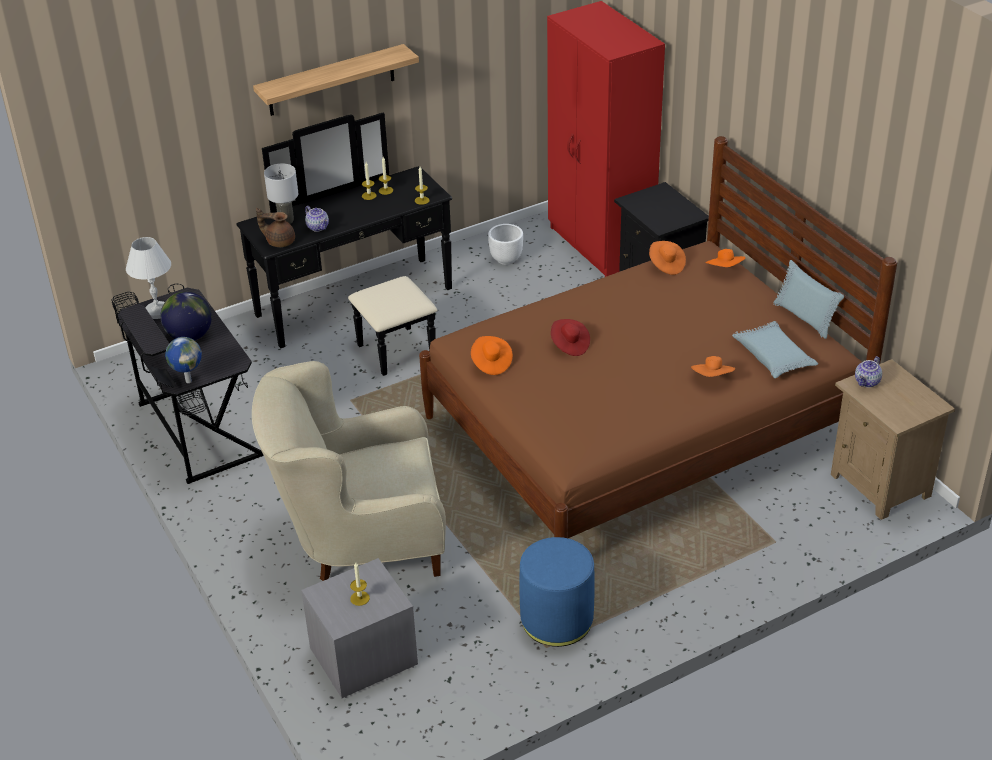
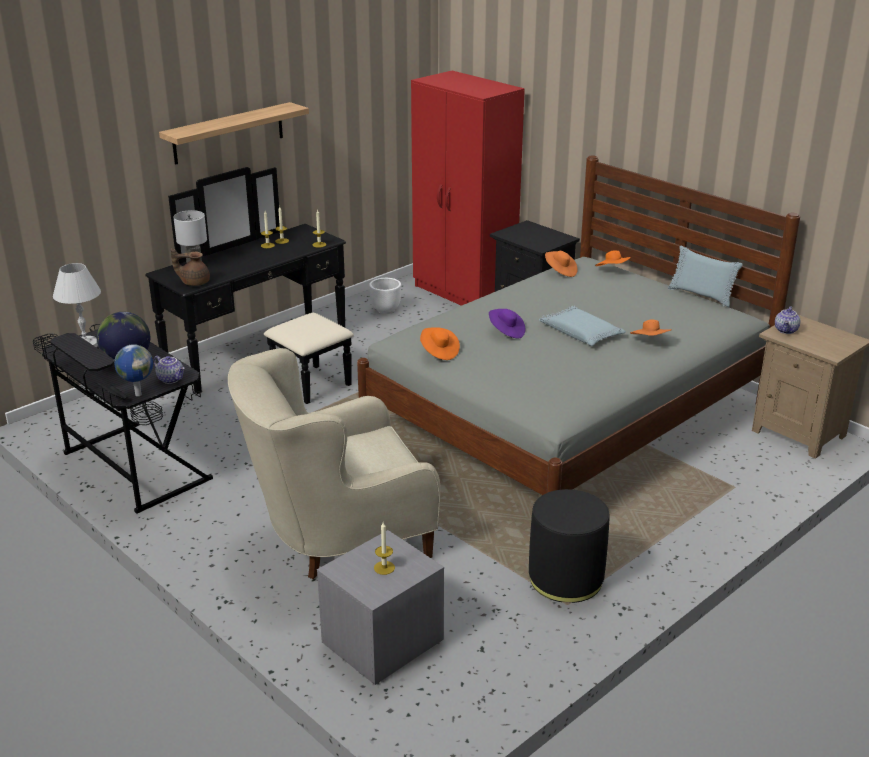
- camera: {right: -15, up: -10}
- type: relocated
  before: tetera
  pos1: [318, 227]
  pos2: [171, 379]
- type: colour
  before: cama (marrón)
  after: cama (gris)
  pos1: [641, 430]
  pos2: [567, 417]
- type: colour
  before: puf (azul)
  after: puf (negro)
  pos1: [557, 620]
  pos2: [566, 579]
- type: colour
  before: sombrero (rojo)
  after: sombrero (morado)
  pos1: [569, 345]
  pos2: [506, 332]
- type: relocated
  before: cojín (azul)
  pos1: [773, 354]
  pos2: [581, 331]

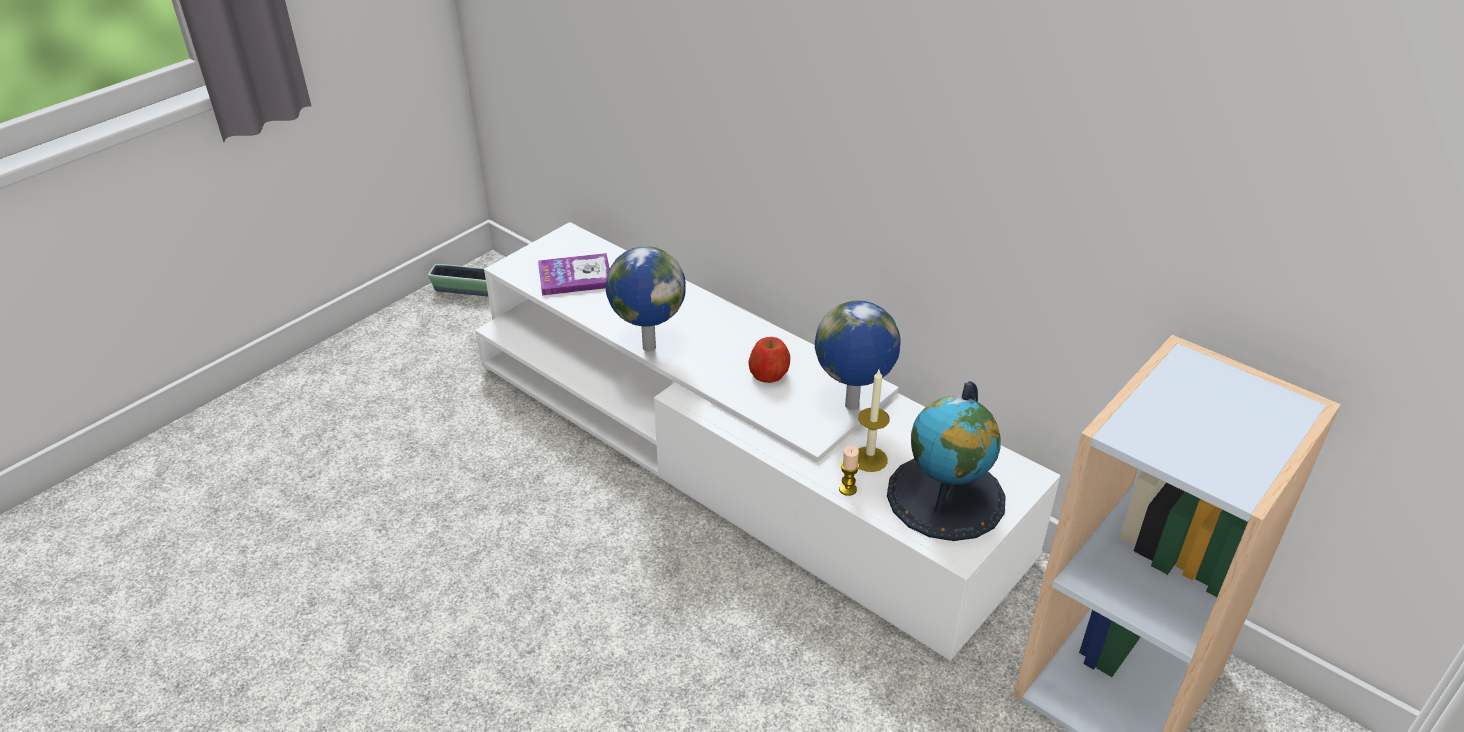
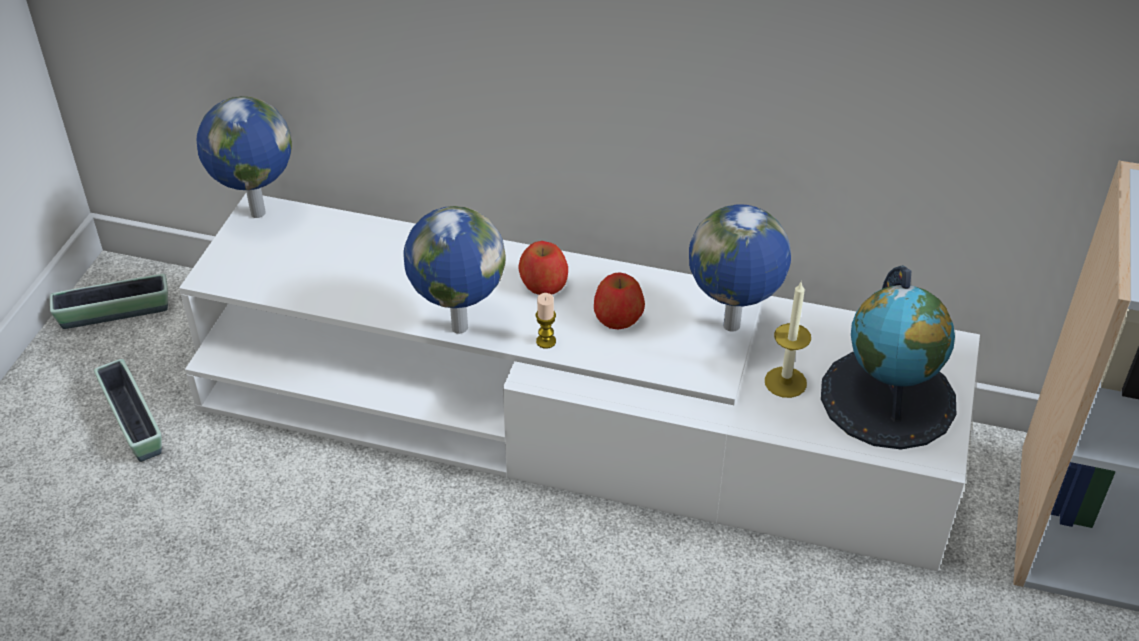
- camera: {right: -25, up: 5}
- type: missing
  before: libro
  pos1: [575, 276]
- type: relocated
  before: vela
  pos1: [847, 489]
  pos2: [546, 341]
- type: appeared
  after: maceta
  pos2: [133, 422]
- type: appeared
  after: globo terráqueo
  pos2: [256, 213]
- type: appeared
  after: manzana
  pos2: [543, 284]

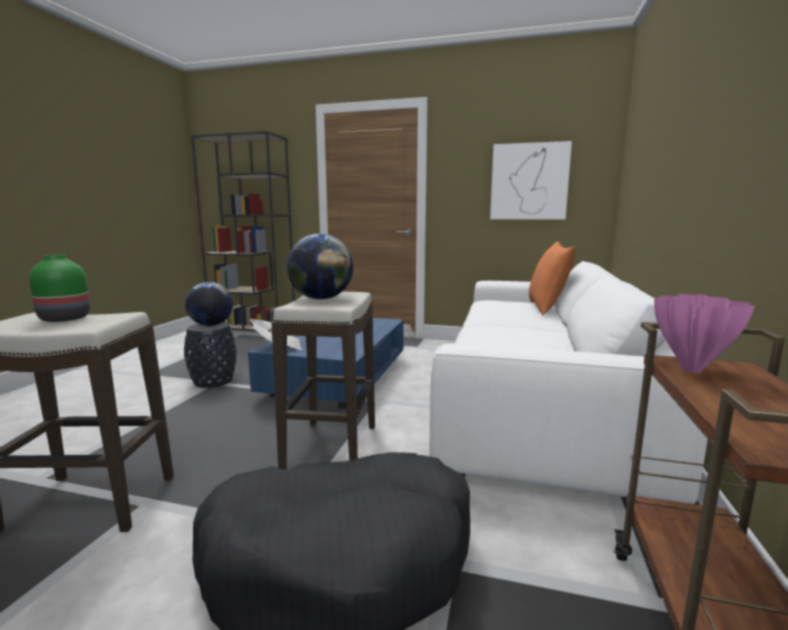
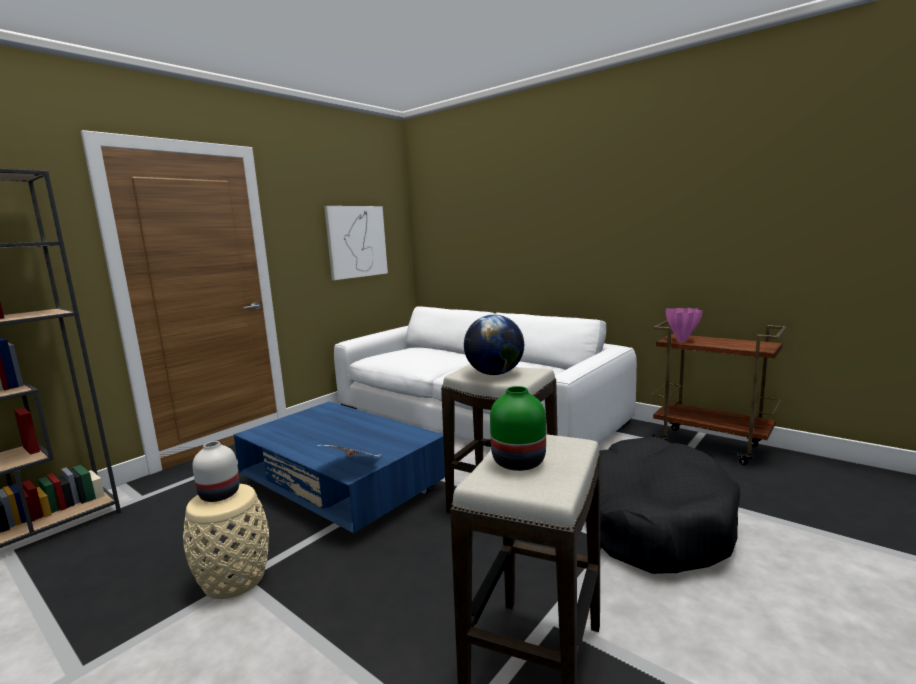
- camera: {right: -65, up: 0}
- type: colour
  before: taburete (negro)
  after: taburete (beis)
  pos1: [213, 381]
  pos2: [234, 579]
- type: exchanged
  before: globo terráqueo
  after: florero (blanco)
  pos1: [211, 325]
  pos2: [220, 495]
- type: missing
  before: cojín (naranja)
  pos1: [547, 308]

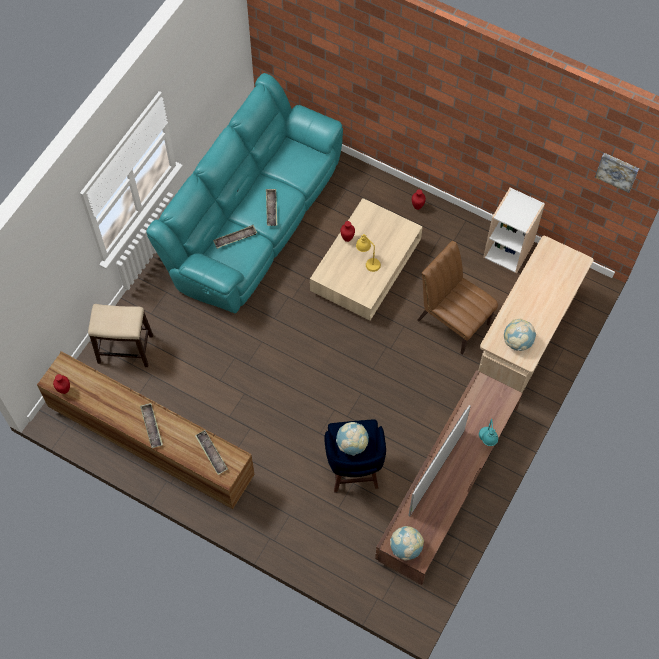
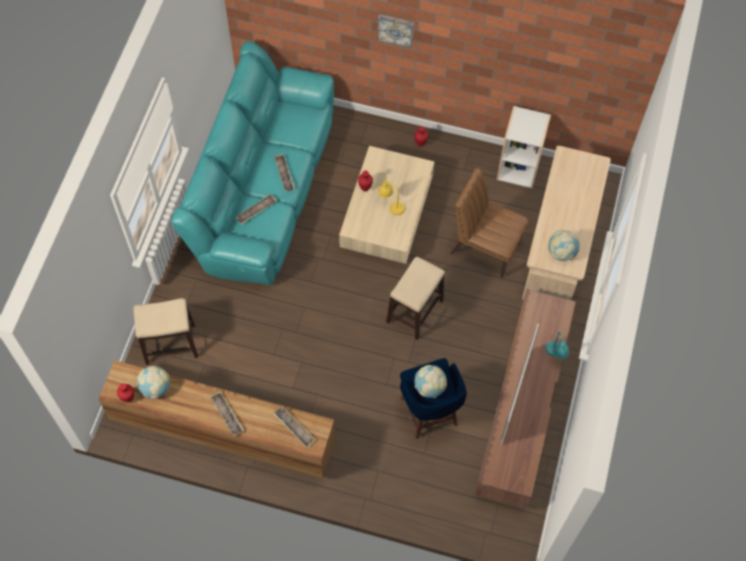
- camera: {right: -15, up: 0}
- type: relocated
  before: globo terráqueo
  pos1: [406, 548]
  pos2: [156, 388]
- type: relocated
  before: cuadro
  pos1: [617, 171]
  pos2: [396, 29]
- type: appeared
  after: taburete
  pos2: [414, 312]

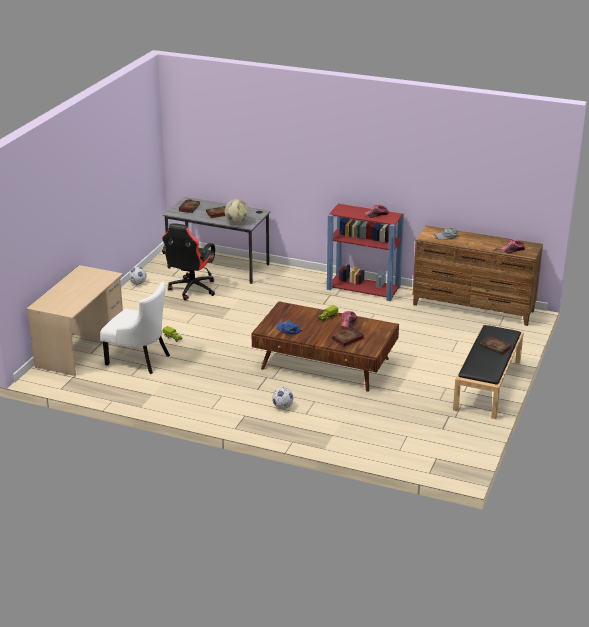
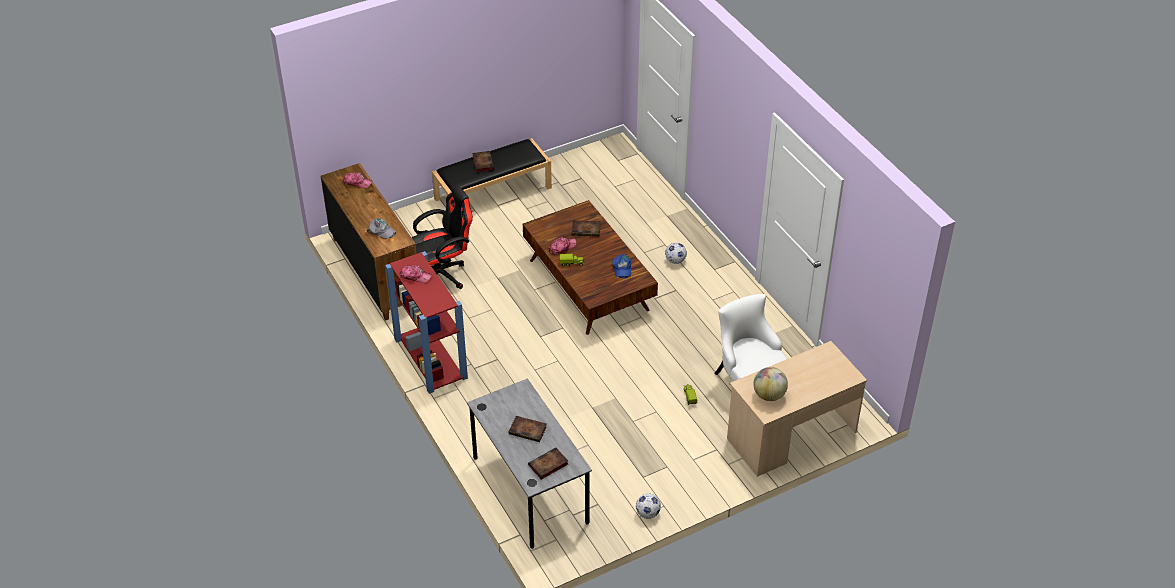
- camera: {right: -140, up: 15}
- type: relocated
  before: silla de oficina (negro)
  pos1: [191, 291]
  pos2: [443, 275]
- type: relocated
  before: globo terráqueo
  pos1: [237, 222]
  pos2: [769, 395]

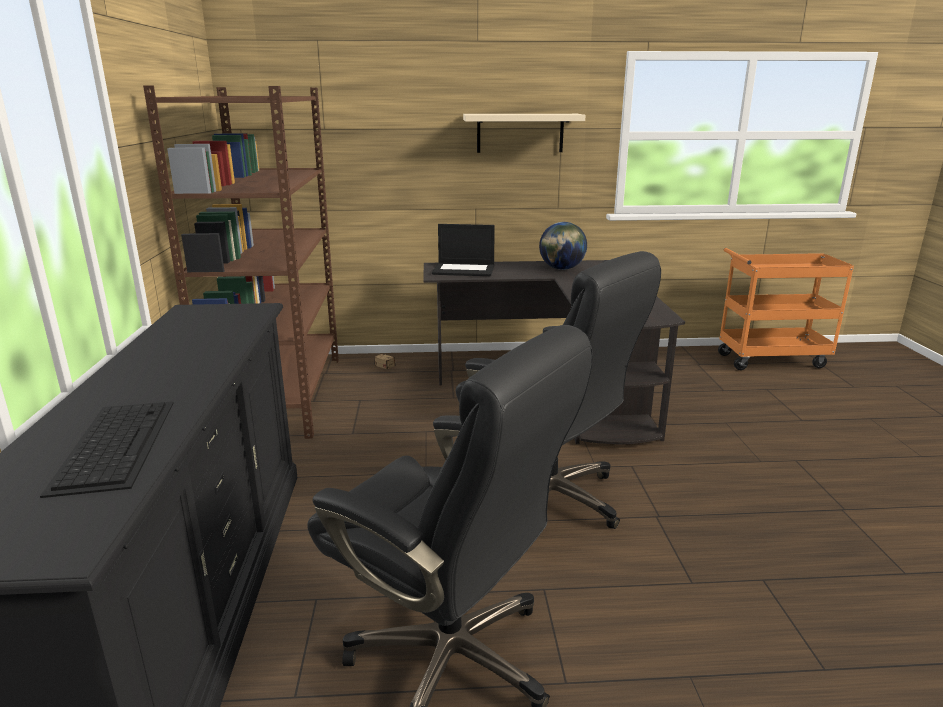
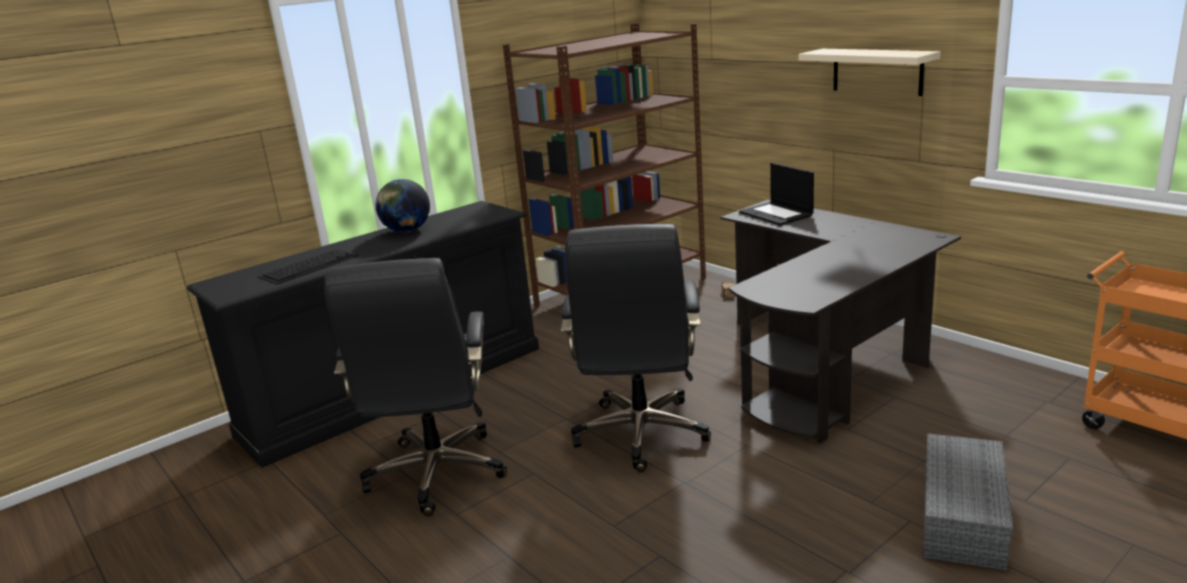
- camera: {right: 55, up: 0}
- type: relocated
  before: globo terráqueo
  pos1: [561, 269]
  pos2: [406, 231]
- type: appeared
  after: caja de almacenaje (gris)
  pos2: [960, 515]

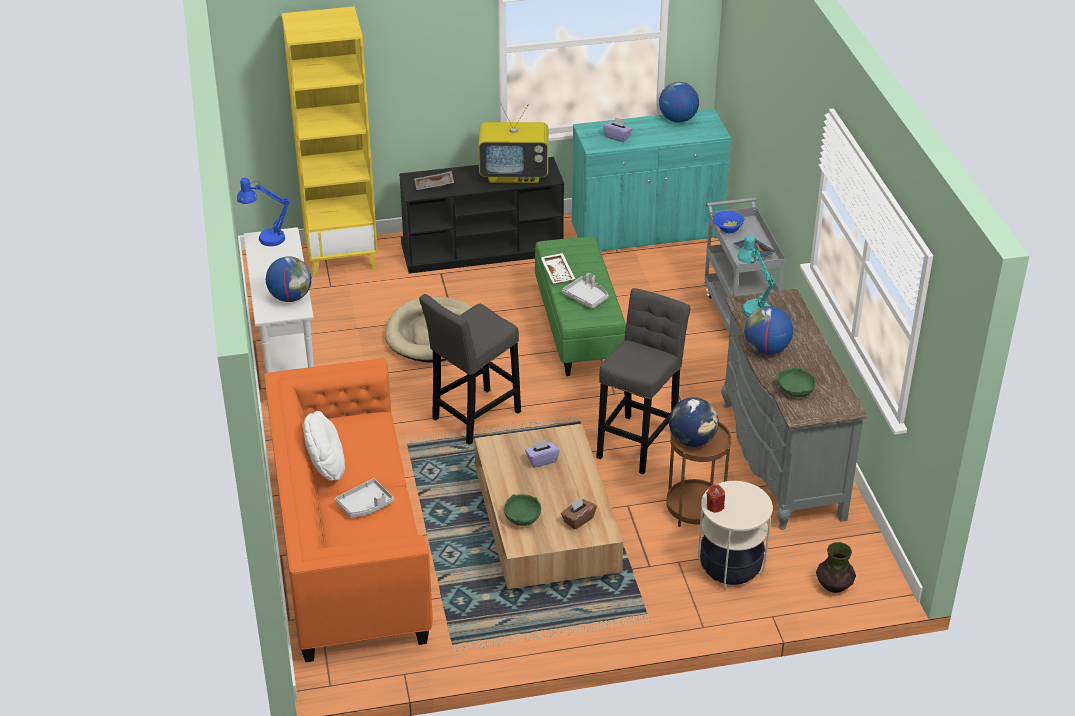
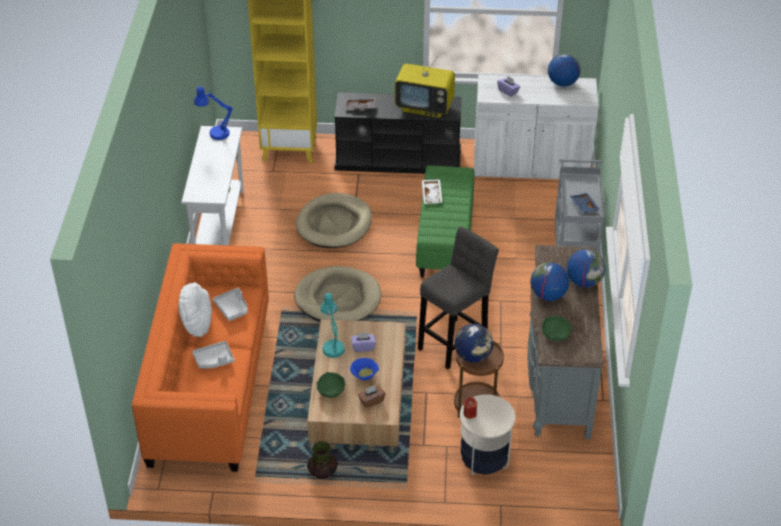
- camera: {right: 15, up: 5}
- type: relocated
  before: globo terráqueo
  pos1: [290, 297]
  pos2: [584, 281]
- type: exchanged
  before: taburete (gris)
  after: cama para perro (beis)
  pos1: [473, 418]
  pos2: [338, 298]
- type: relocated
  before: bandeja (gris)
  pos1: [586, 297]
  pos2: [232, 308]
- type: colour
  before: armario (turquesa)
  after: armario (blanco)
  pos1: [646, 231]
  pos2: [530, 166]
- type: relocated
  before: cuenco (azul)
  pos1: [728, 229]
  pos2: [364, 375]
- type: relocated
  before: lámpara de mesa (turquesa)
  pos1: [752, 307]
  pos2: [332, 346]
- type: relocated
  before: florero
  pos1: [834, 585]
  pos2: [322, 472]

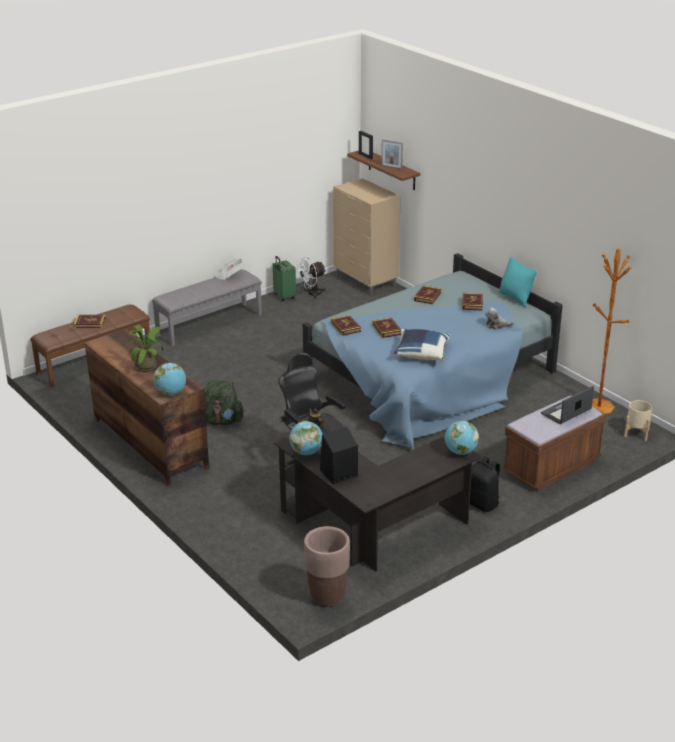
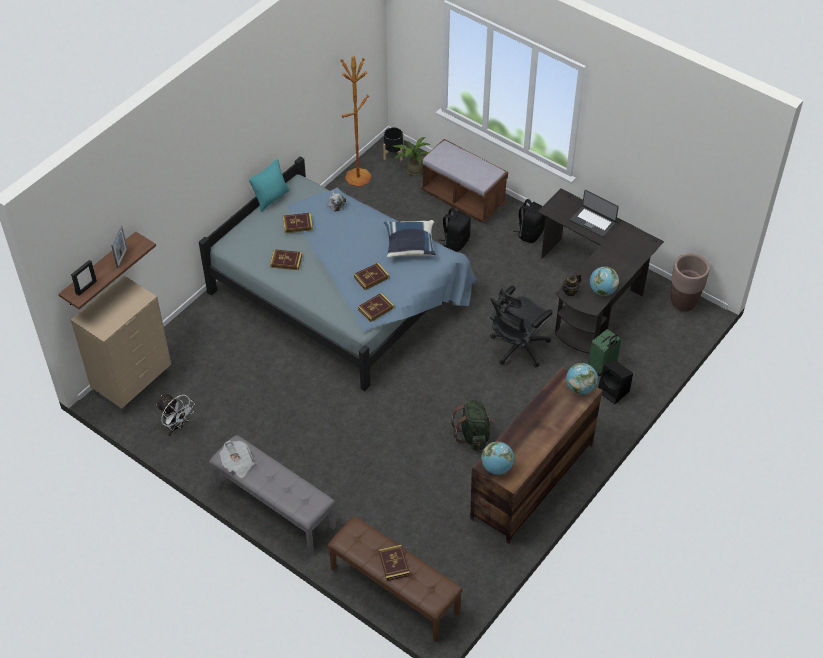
- camera: {right: -105, up: 20}
- type: relocated
  before: planta en maceta
  pos1: [148, 366]
  pos2: [412, 169]
- type: relocated
  before: maleta (verde)
  pos1: [284, 297]
  pos2: [602, 366]
- type: relocated
  before: altavoz (negro)
  pos1: [338, 473]
  pos2: [614, 391]
- type: relocated
  before: globo terráqueo
  pos1: [460, 452]
  pos2: [497, 467]
- type: relocated
  before: portátil
  pos1: [566, 412]
  pos2: [593, 221]
- type: colour
  before: maceta (beis)
  after: maceta (negro)
  pos1: [636, 433]
  pos2: [393, 153]
- type: appeared
  after: mochila (negro)
  pos2: [455, 242]

